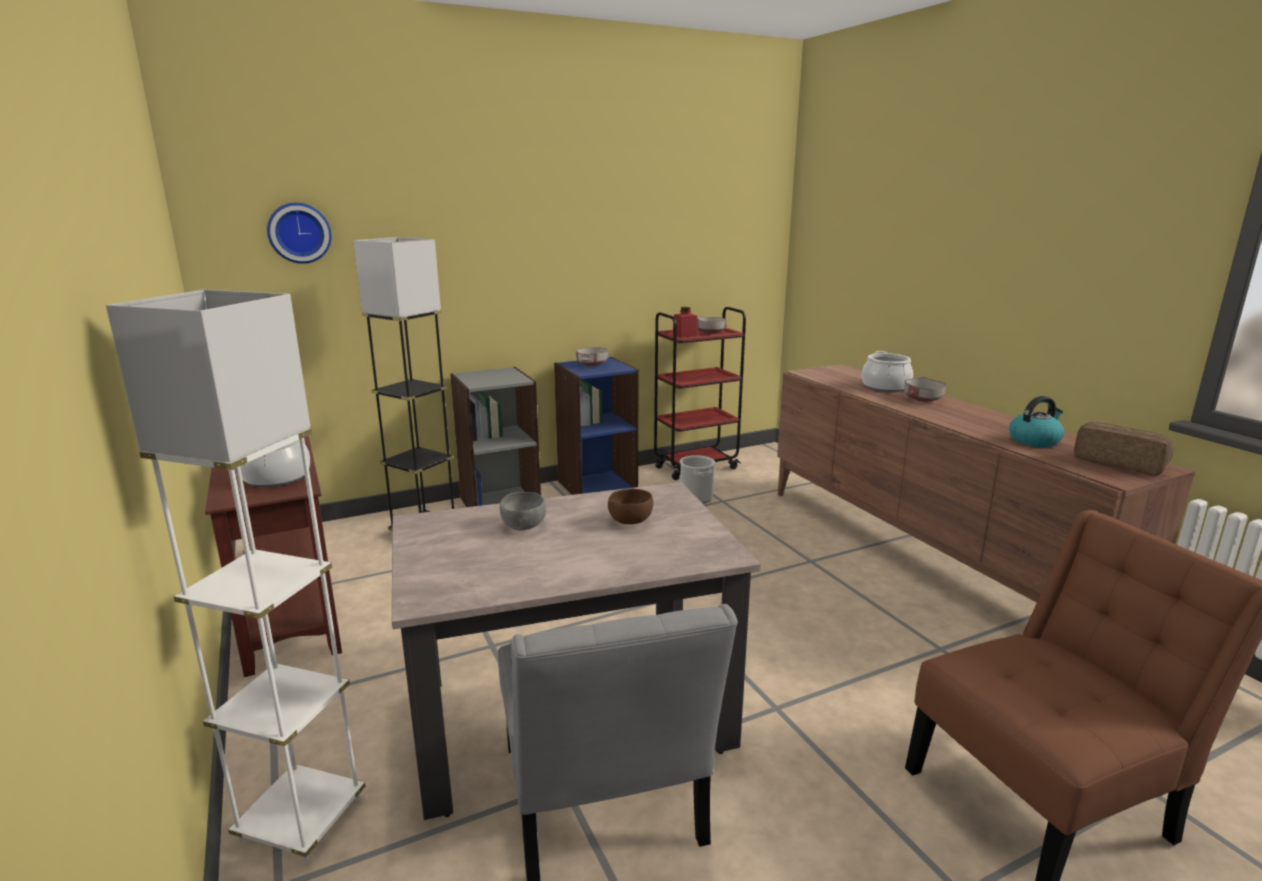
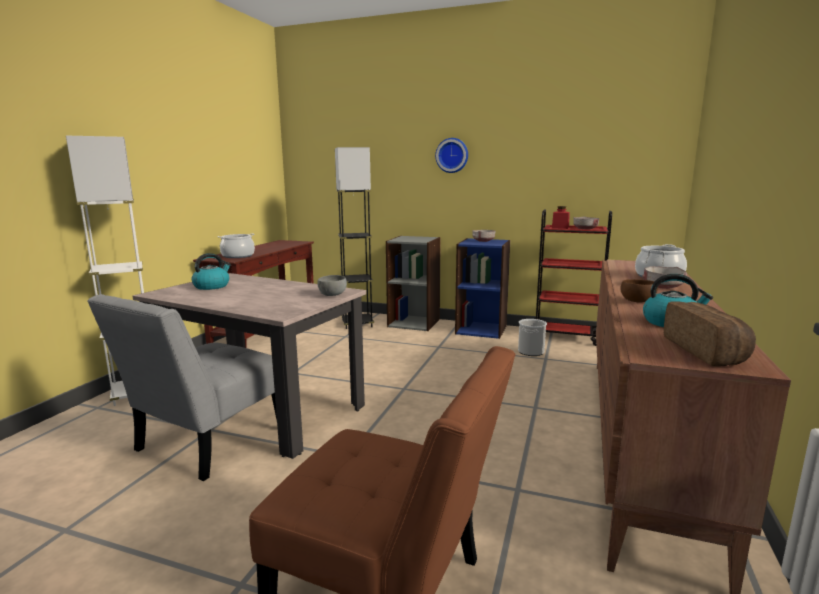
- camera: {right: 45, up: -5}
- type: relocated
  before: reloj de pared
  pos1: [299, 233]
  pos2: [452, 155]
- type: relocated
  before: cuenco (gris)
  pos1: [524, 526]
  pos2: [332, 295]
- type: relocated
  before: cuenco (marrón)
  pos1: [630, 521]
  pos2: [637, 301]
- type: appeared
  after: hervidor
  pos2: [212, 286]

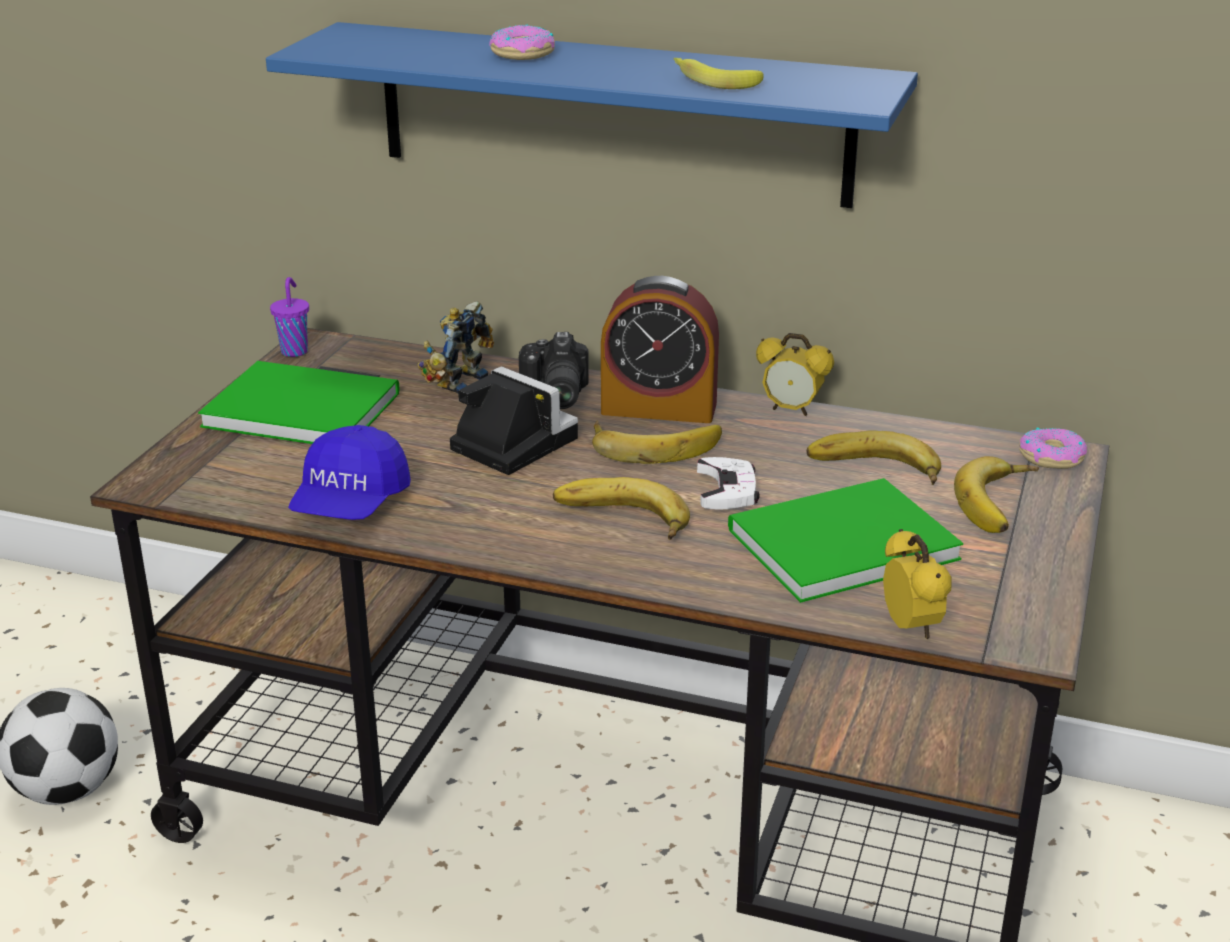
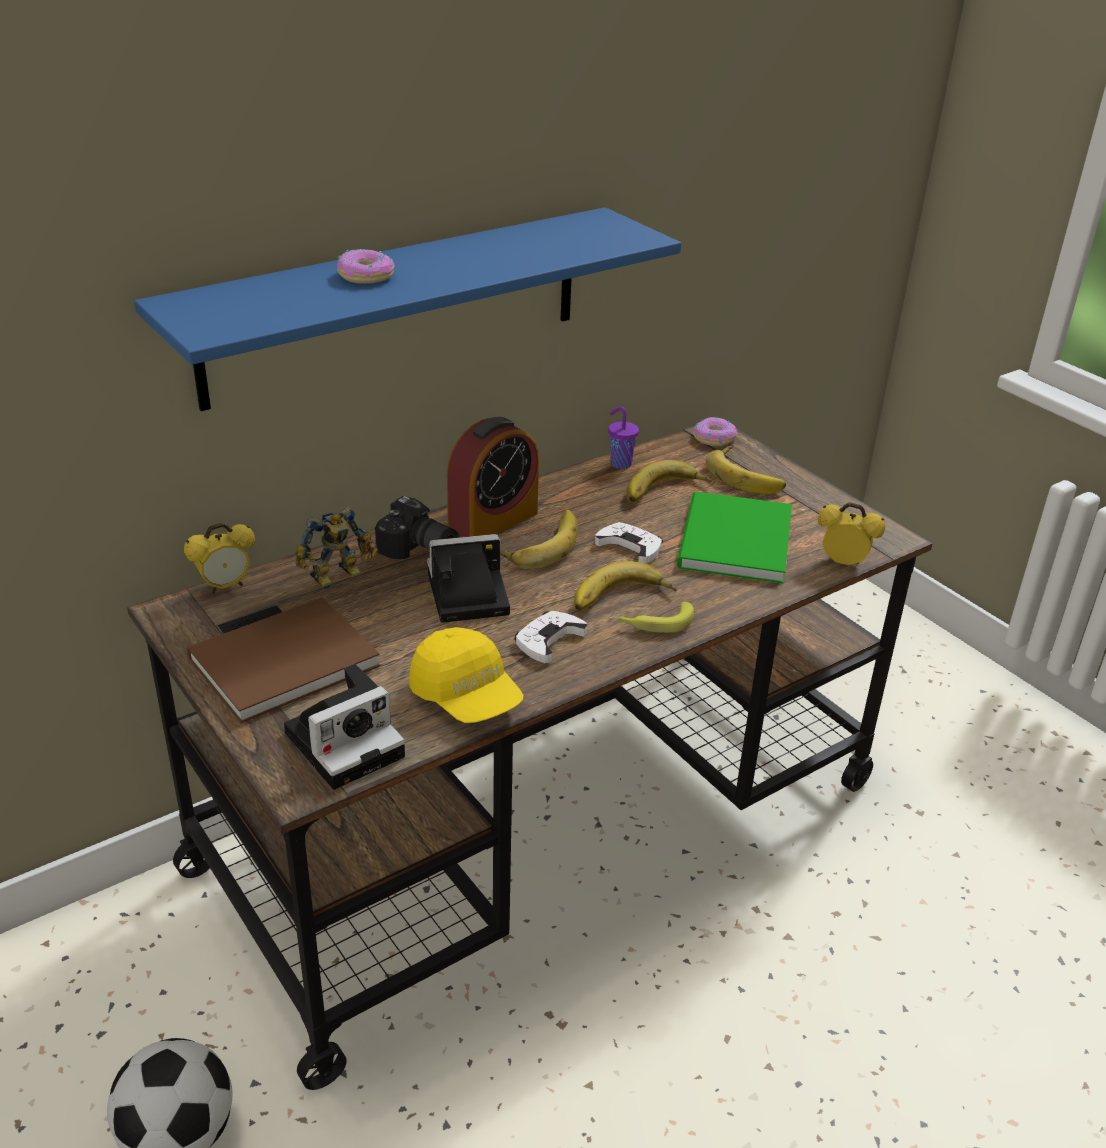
- camera: {right: -55, up: 5}
- type: colour
  before: libro (verde)
  after: libro (marrón)
  pos1: [299, 407]
  pos2: [277, 661]
- type: relocated
  before: taza (morado)
  pos1: [295, 351]
  pos2: [619, 463]
- type: colour
  before: gorra (azul)
  after: gorra (amarillo)
  pos1: [350, 504]
  pos2: [466, 697]
- type: spun
  before: robot de juguete
  pos1: [457, 381]
  pos2: [339, 577]
  turn: -105
- type: relocated
  before: plátano
  pos1: [712, 80]
  pos2: [655, 623]
- type: relocated
  before: despertador
  pos1: [791, 410]
  pos2: [225, 586]
- type: appeared
  after: cámara
  pos2: [347, 741]
- type: appeared
  after: mando de consola (blanco)
  pos2: [548, 640]

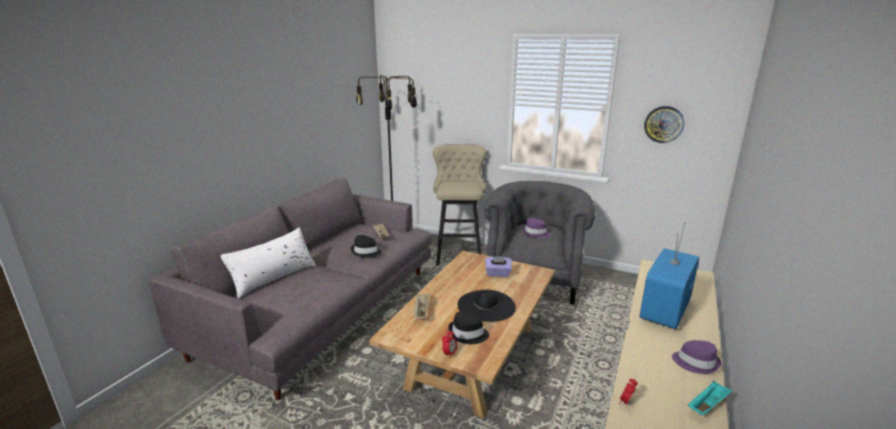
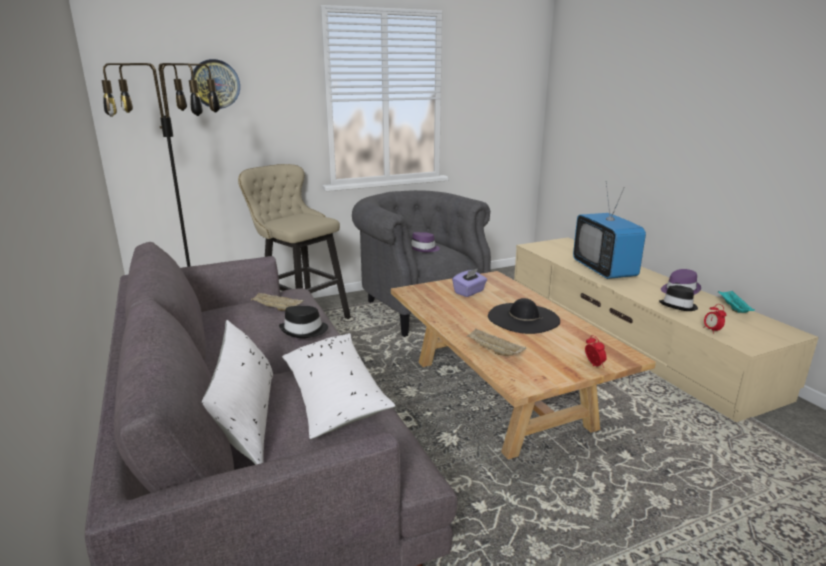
- camera: {right: -50, up: 0}
- type: relocated
  before: sombrero (negro)
  pos1: [468, 334]
  pos2: [678, 306]
- type: relocated
  before: reloj de pared
  pos1: [664, 124]
  pos2: [215, 84]
- type: appeared
  after: cojín (blanco)
  pos2: [333, 395]

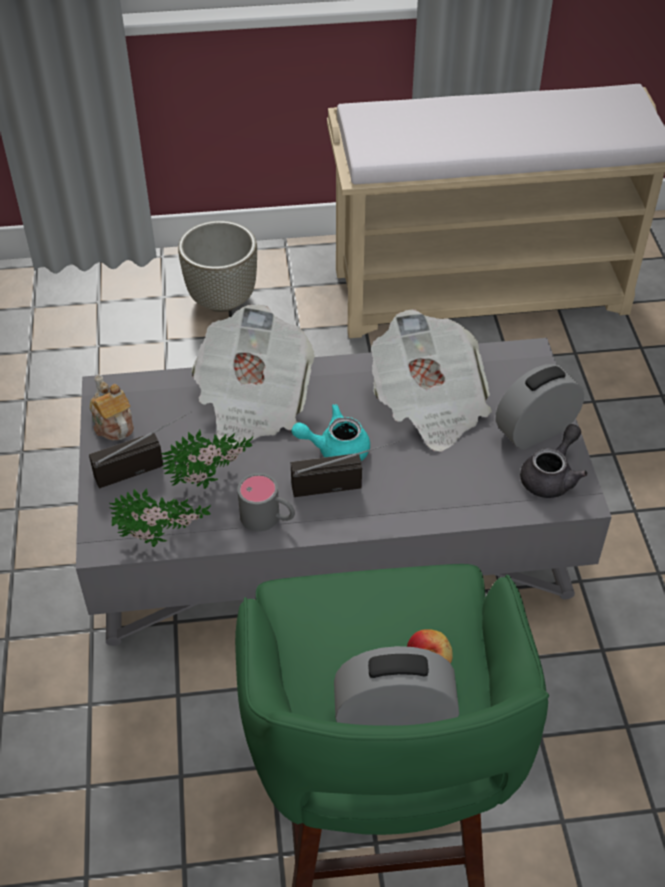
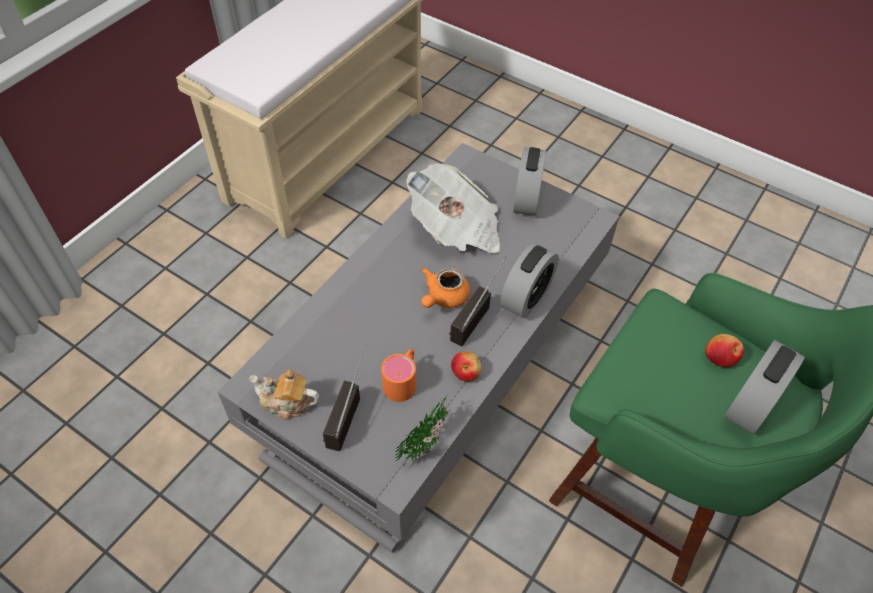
- camera: {right: -50, up: 5}
- type: exchanged
  before: planta en maceta
  after: taza grande (naranja)
  pos1: [212, 481]
  pos2: [402, 380]
- type: missing
  before: maceta (gris)
  pos1: [222, 299]
- type: missing
  before: periódico
  pos1: [253, 401]
- type: exchanged
  before: taza grande (gris)
  after: manzana
  pos1: [268, 518]
  pos2: [466, 372]
- type: colour
  before: tetera (turquesa)
  after: tetera (naranja)
  pos1: [335, 449]
  pos2: [443, 298]
- type: missing
  before: tetera (gris)
  pos1: [551, 476]
- type: appeared
  after: despertador
  pos2: [526, 297]

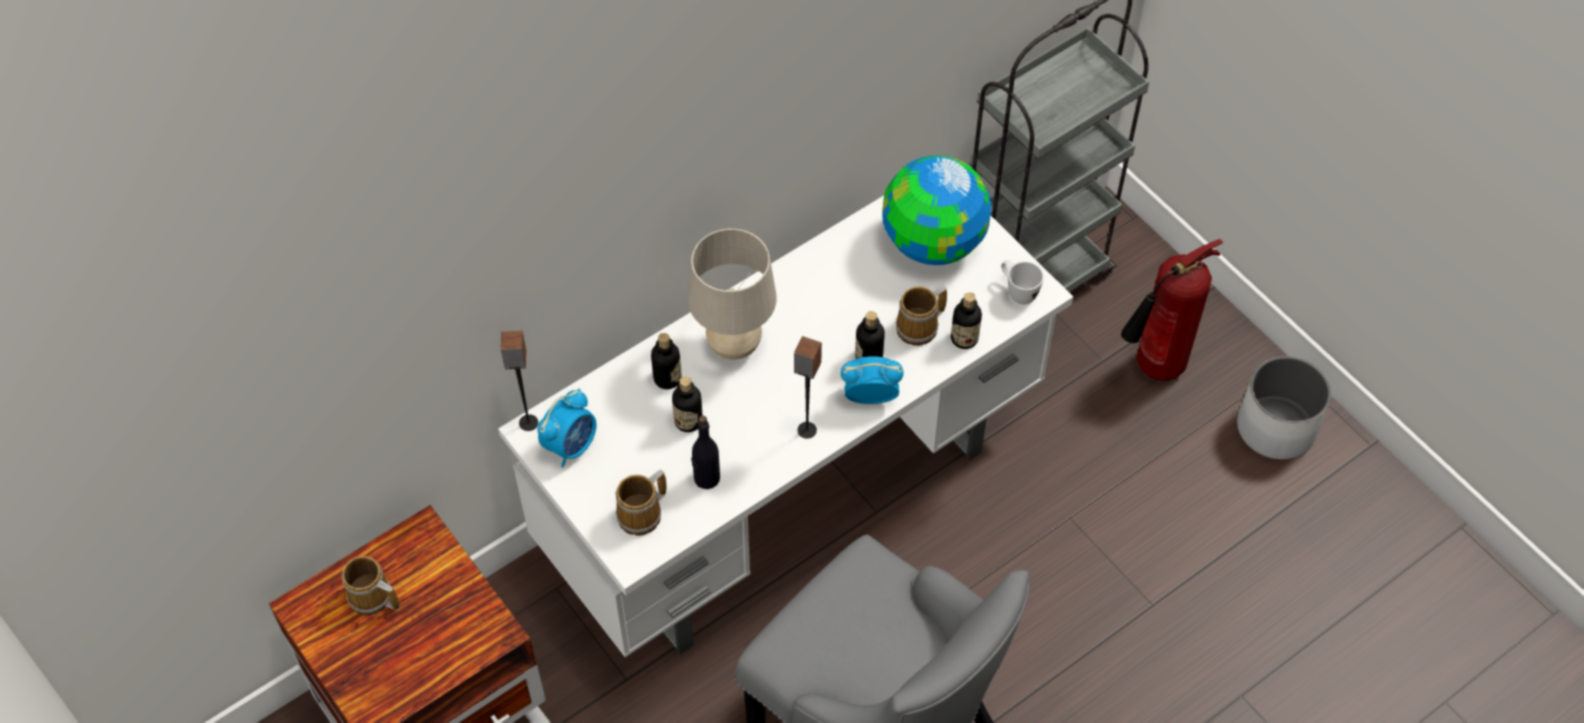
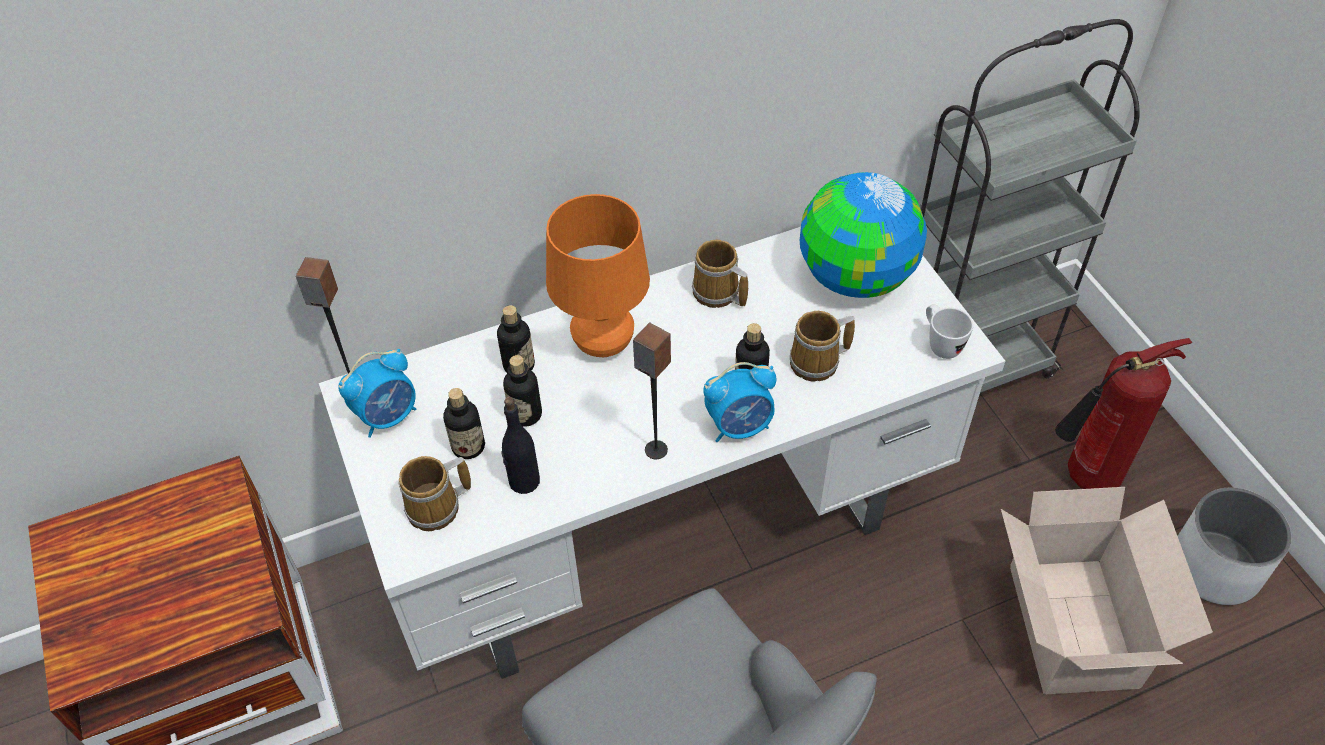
- camera: {right: 15, up: -5}
- type: relocated
  before: taza grande
  pos1: [372, 598]
  pos2: [717, 294]
- type: colour
  before: lámpara de mesa (beis)
  after: lámpara de mesa (naranja)
  pos1: [734, 346]
  pos2: [603, 344]
- type: spun
  before: despertador
  pos1: [870, 396]
  pos2: [740, 426]
  turn: 150
- type: relocated
  before: botella
  pos1: [964, 338]
  pos2: [468, 446]
- type: appeared
  after: caja de cartón
  pos2: [1072, 630]

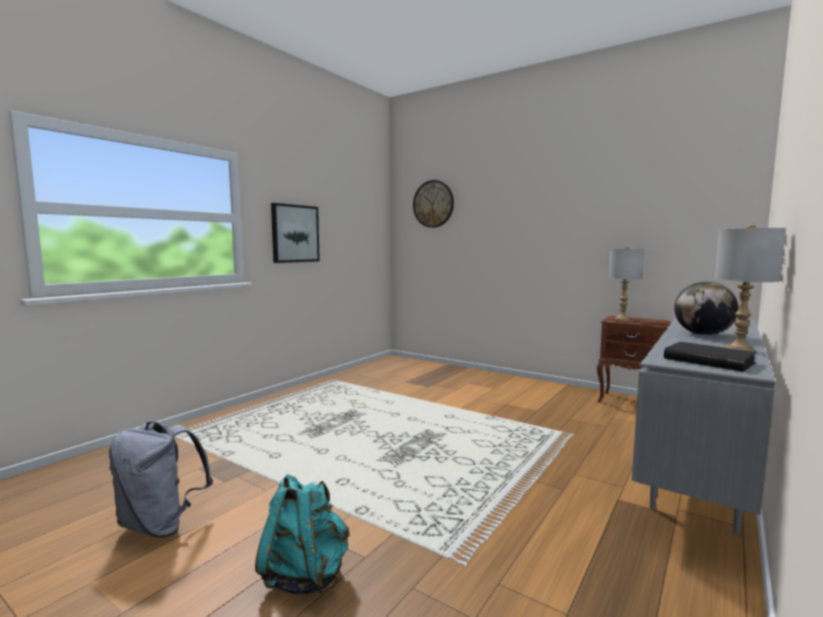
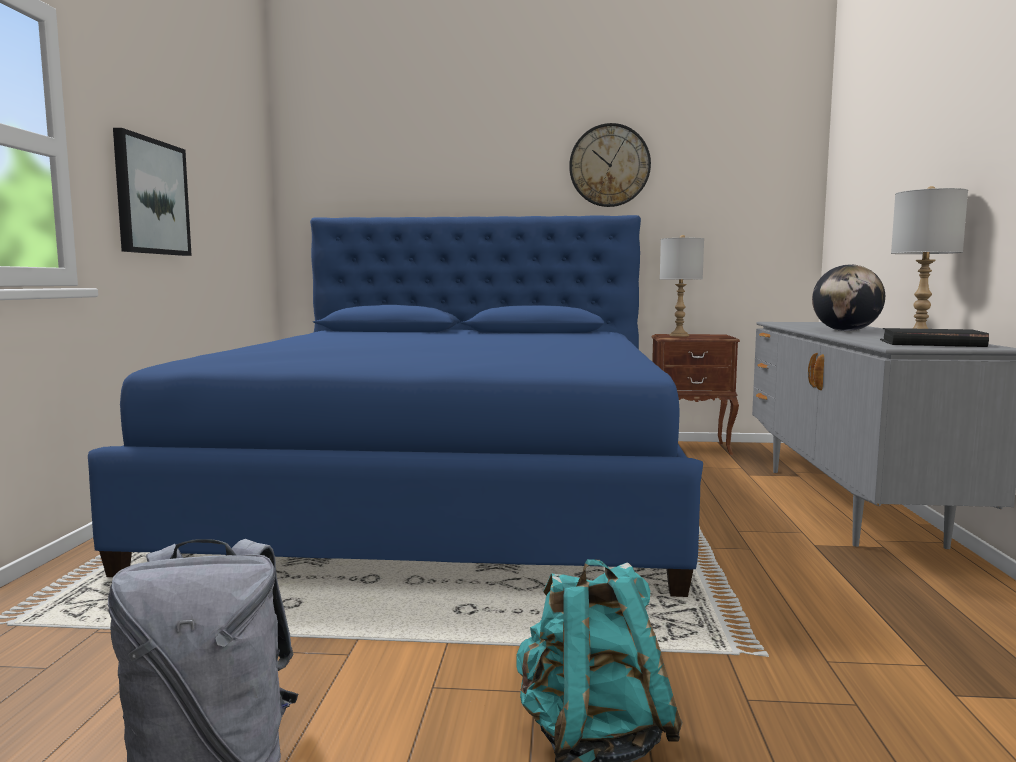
- camera: {right: -30, up: 0}
- type: relocated
  before: reloj de pared
  pos1: [433, 204]
  pos2: [609, 165]
- type: appeared
  after: cama (azul)
  pos2: [445, 490]

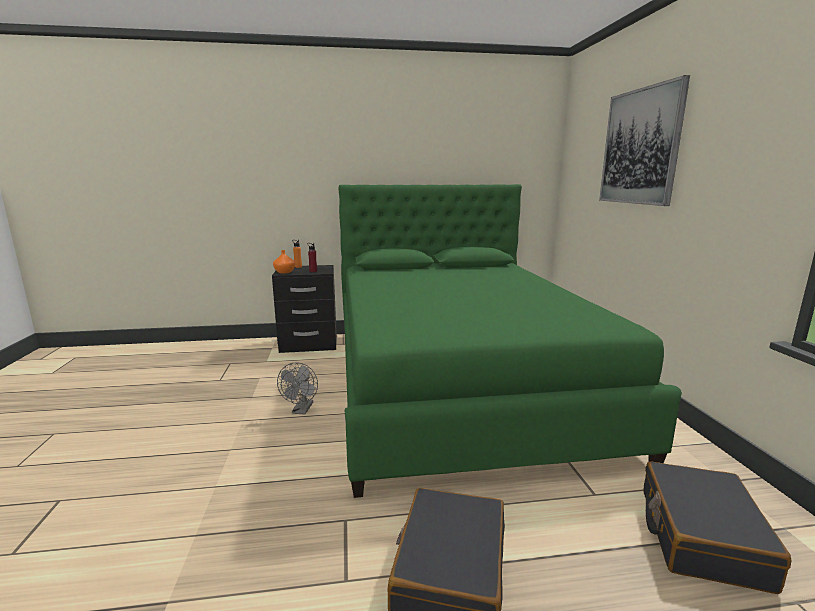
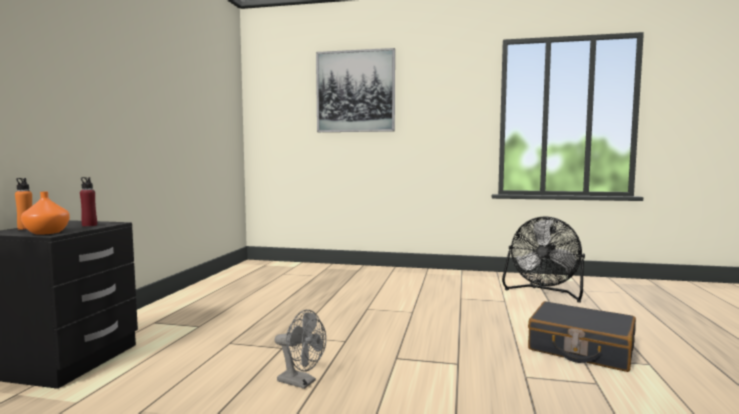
- camera: {right: -70, up: -10}
- type: missing
  before: cama (verde)
  pos1: [458, 382]
- type: exchanged
  before: maleta (negro)
  after: ventilador (negro)
  pos1: [700, 536]
  pos2: [542, 292]

